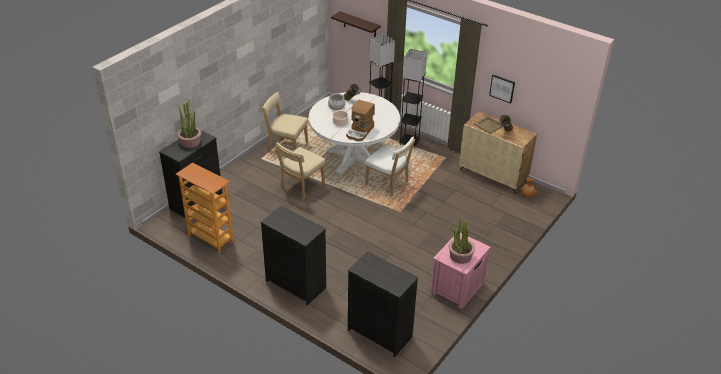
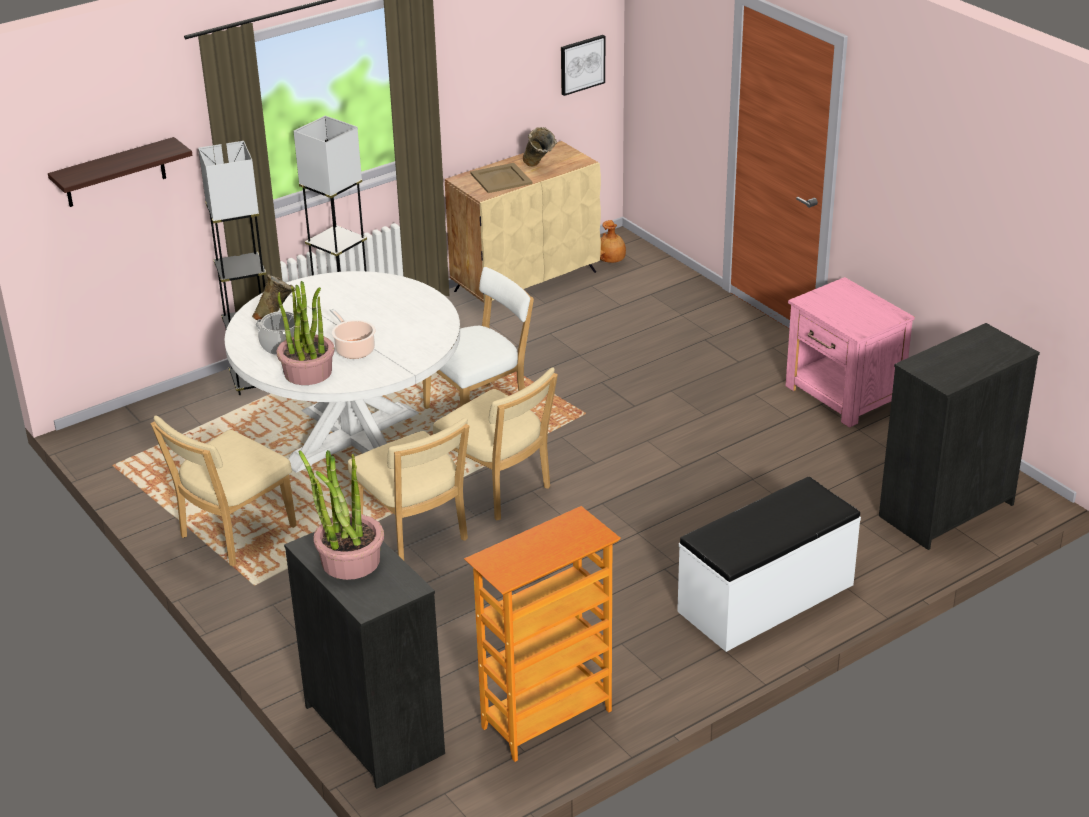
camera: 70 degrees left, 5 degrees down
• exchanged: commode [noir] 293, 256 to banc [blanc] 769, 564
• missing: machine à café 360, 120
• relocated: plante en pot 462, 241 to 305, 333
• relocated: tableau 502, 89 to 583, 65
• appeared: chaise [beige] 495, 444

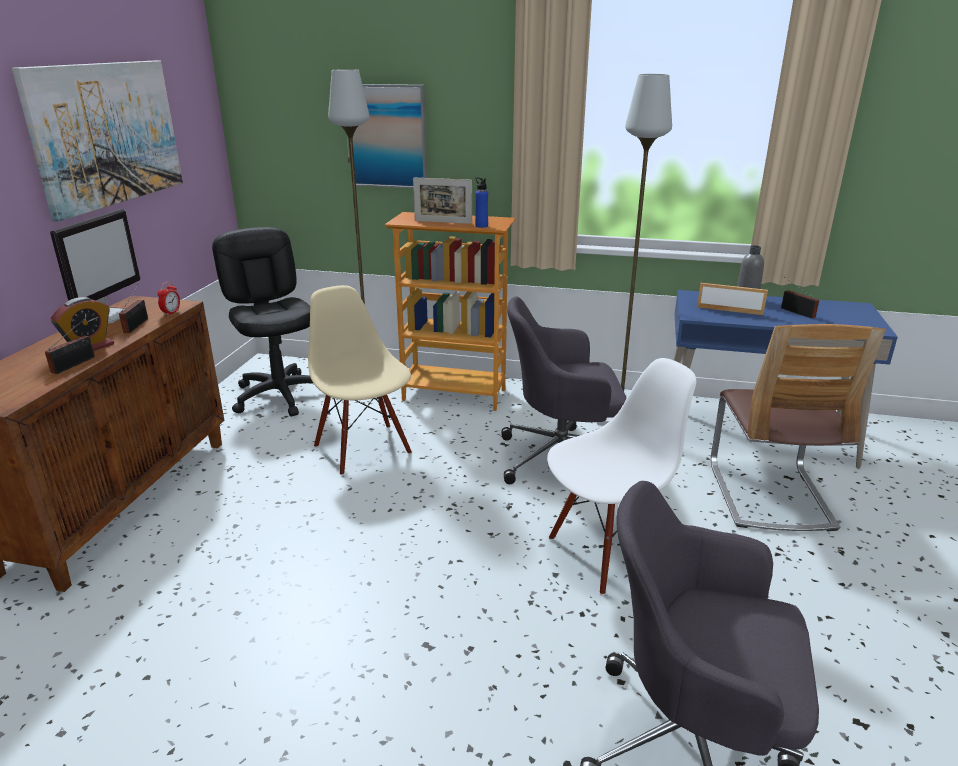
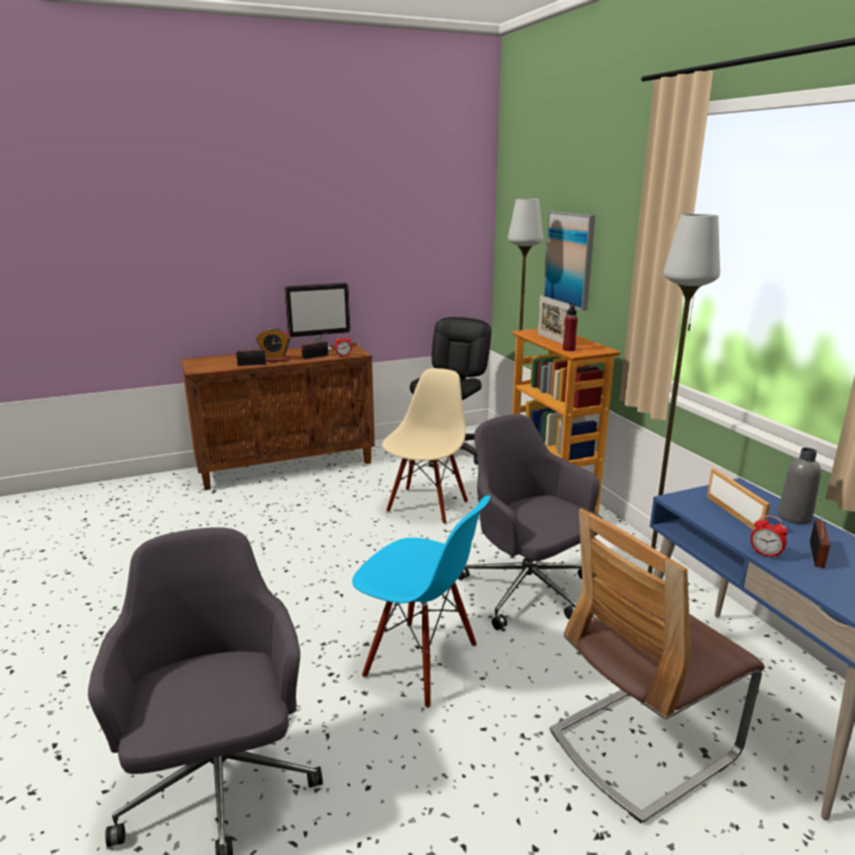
camera: 55 degrees right, 5 degrees down
• missing: tableau 97, 141
• colour: bouteille [bleu] 481, 202 to bouteille [rouge] 570, 327
• colour: chaise [blanc] 621, 476 to chaise [bleu] 421, 601
• appeared: réveil 769, 537

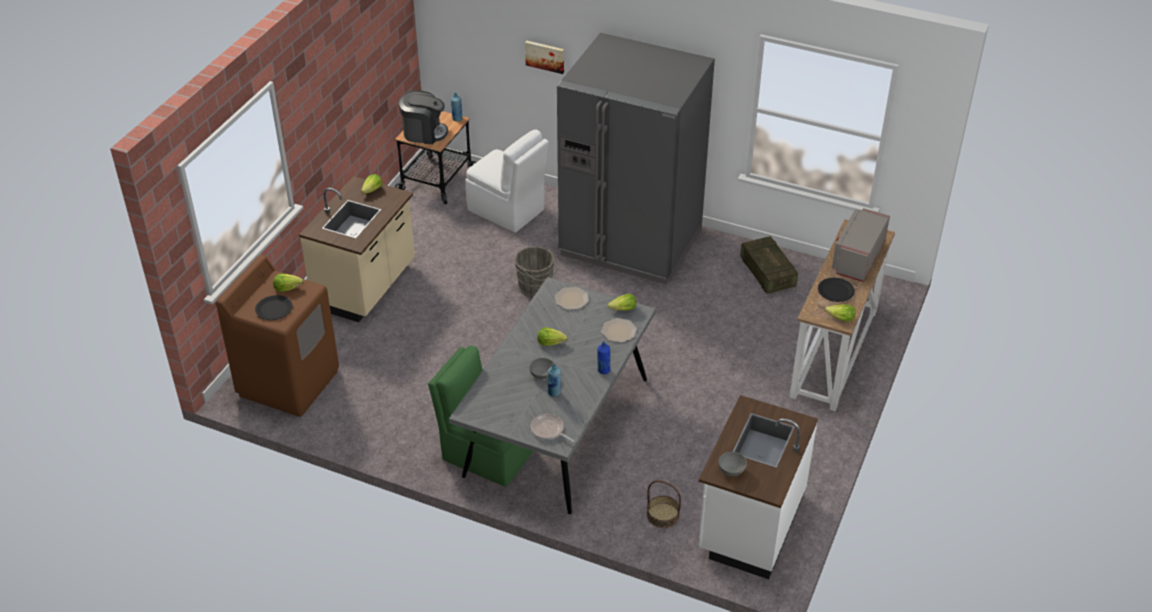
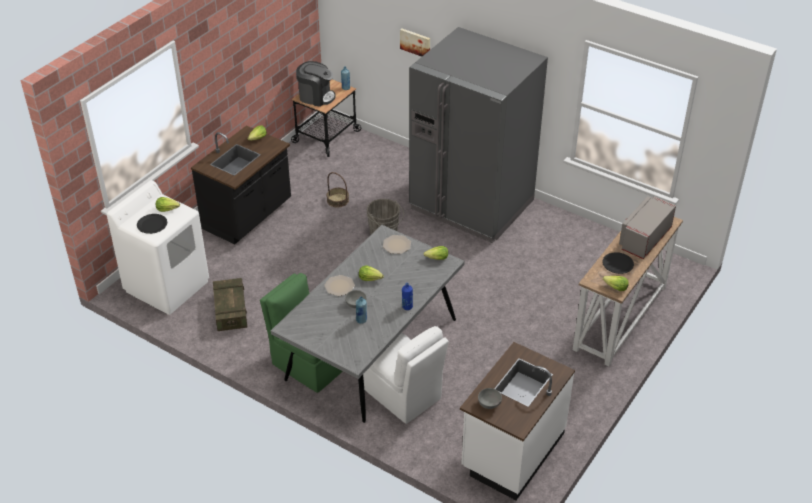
camera: 10 degrees right, 0 degrees up
• colour: lave-linge [marron] 277, 336 to lave-linge [blanc] 158, 247
• colour: comptoir de cuisine [beige] 357, 249 to comptoir de cuisine [noir] 241, 185
• relocated: chaise [blanc] 507, 181 to 406, 375
• missing: poêle 552, 428
• relocated: assiette 619, 330 to 339, 285
• relocated: panier 664, 504 to 338, 190
• relocated: caisse 769, 265 to 230, 304

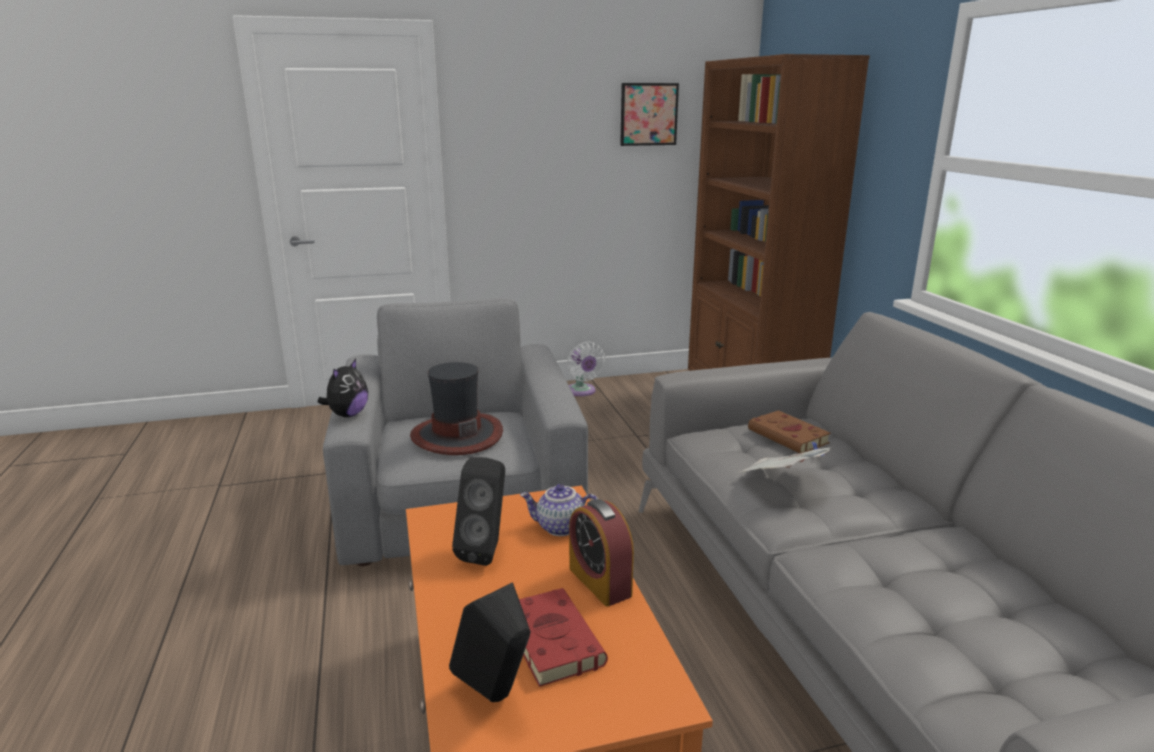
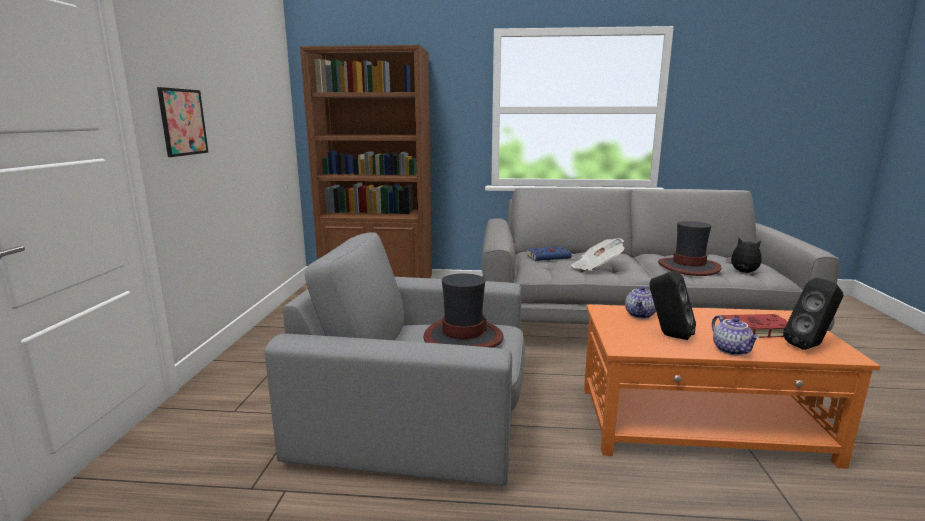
camera: 70 degrees left, 5 degrees down
• relocated: peluche 342, 388 to 744, 255
• missing: ventilateur [blanc] 586, 369
• missing: réveil 601, 553
• relocated: tableau 649, 114 to 183, 122
• colour: livre [marron] 789, 433 to livre [bleu] 549, 254
• appeared: chapeau 689, 248
• appeared: théière 735, 335

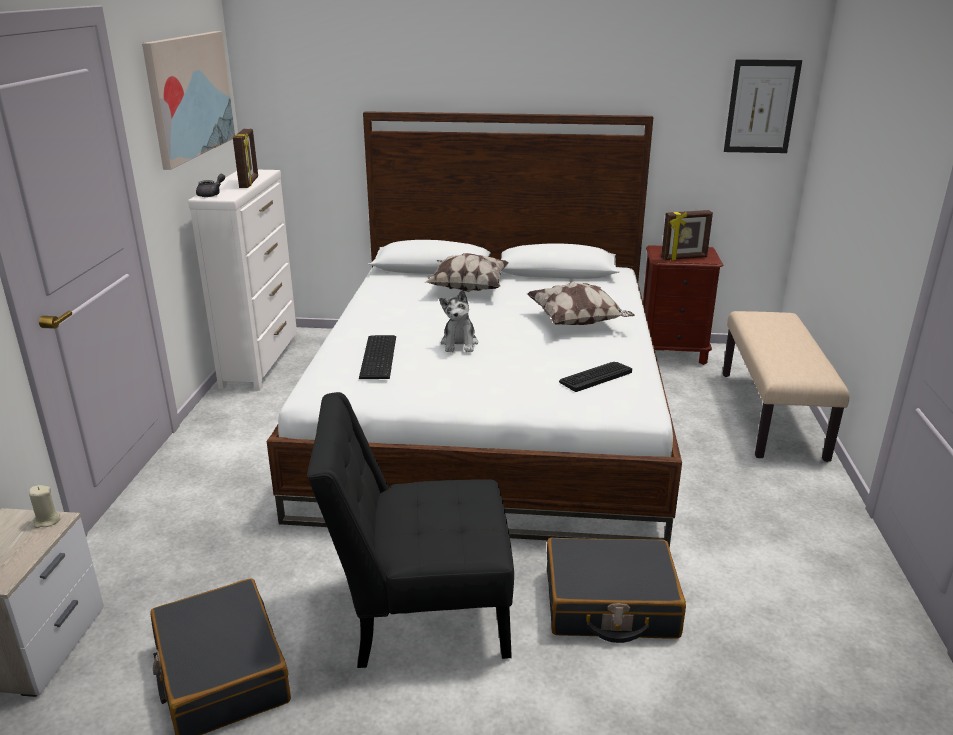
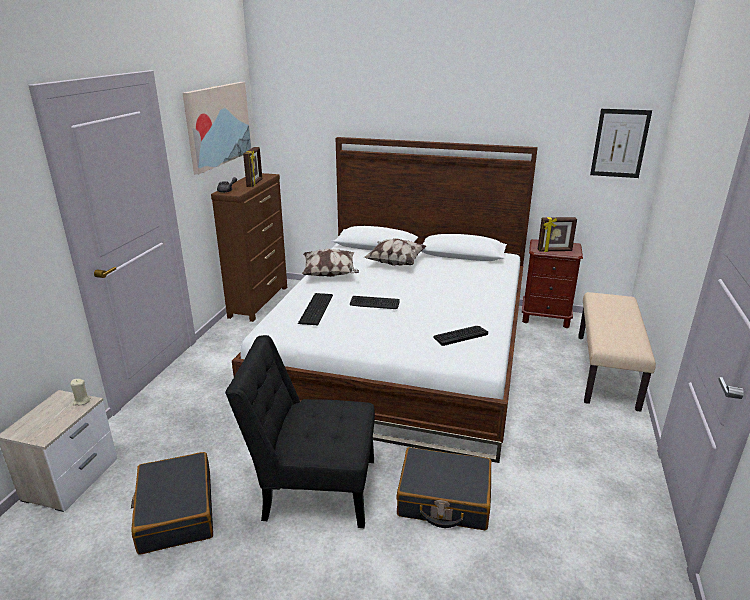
camera: 10 degrees right, 0 degrees up
• colour: commode [blanc] 243, 280 to commode [marron] 249, 247
• exchanged: peluche 458, 321 to clavier 375, 302
• relocated: coussin 581, 303 to 330, 262

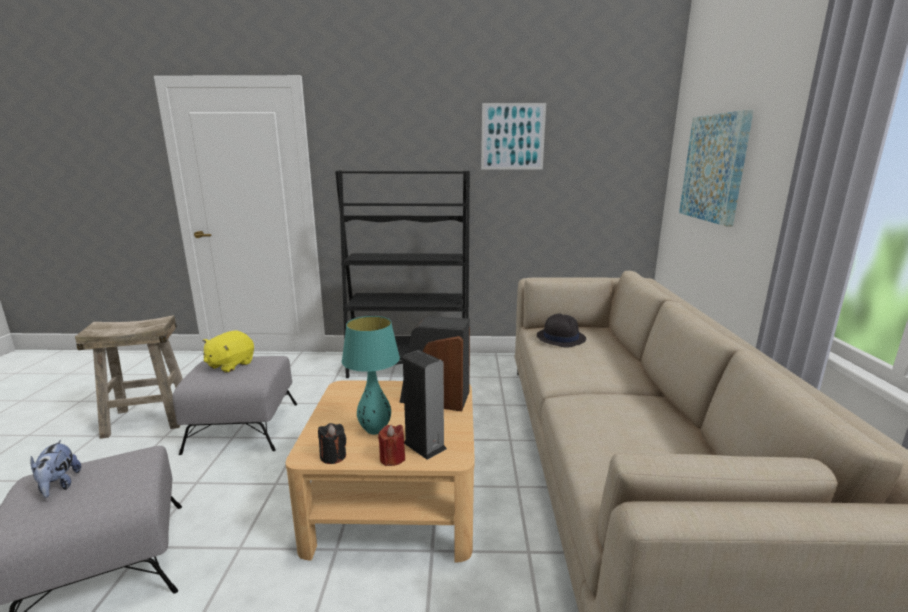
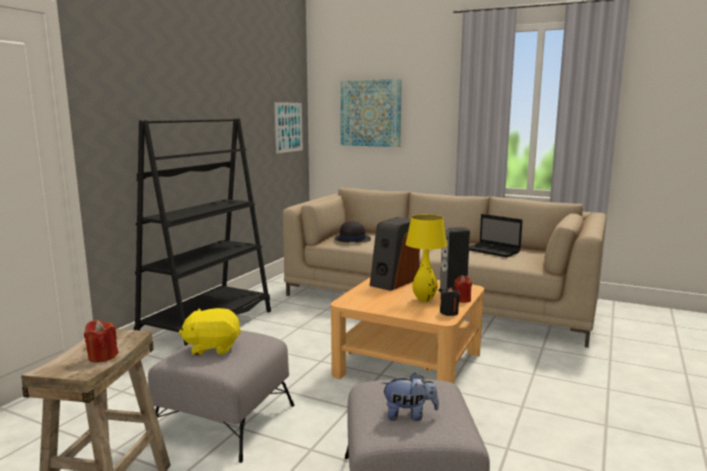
camera: 65 degrees left, 5 degrees down
• spun: peluche [jaune] 228, 352 = 210, 331 120 degrees clockwise
• colour: lampe de table [turquoise] 371, 375 to lampe de table [jaune] 426, 258
• relocated: tableau 513, 136 to 289, 128
• appeared: bougie [rouge] 101, 341
• appeared: ordinateur portable 496, 235

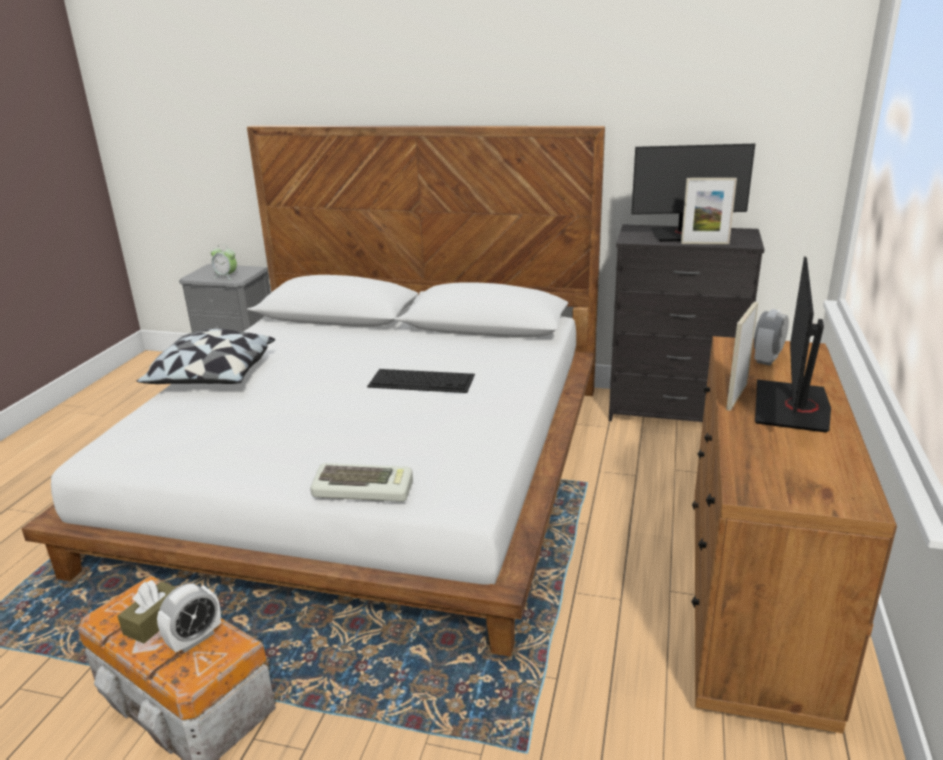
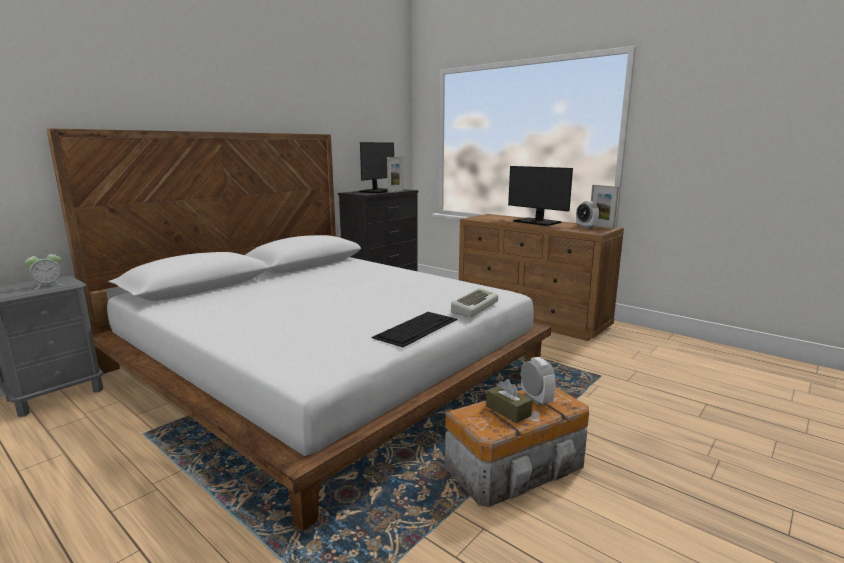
camera: 65 degrees left, 10 degrees down
• missing: coussin 206, 356
• relocated: clavier 421, 381 to 414, 329
• relocated: cadre photo 742, 356 to 605, 207
• relocated: réveil 771, 337 to 587, 214

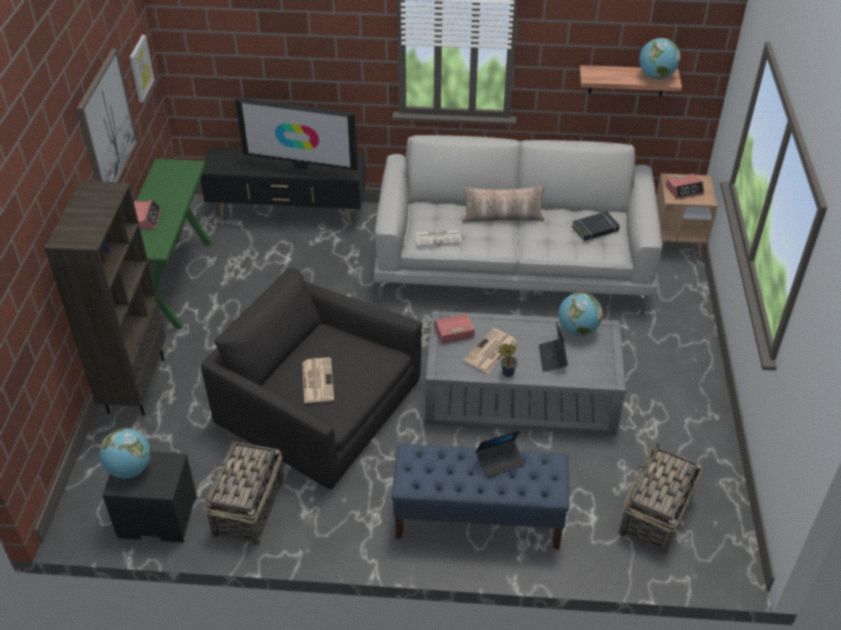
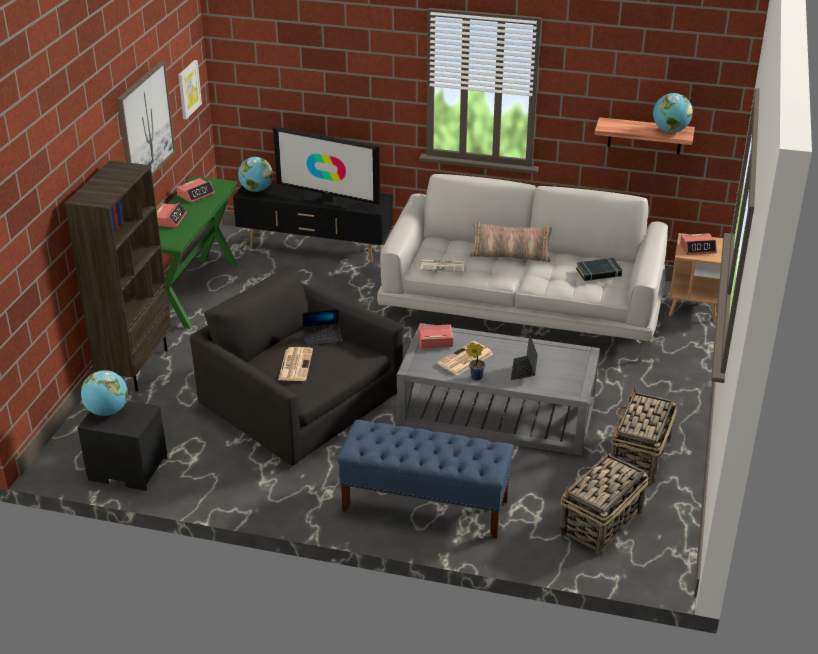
camera: 10 degrees right, 10 degrees down
• relocated: panier 244, 492 to 644, 435
• relocated: ordinateur portable 500, 454 to 322, 327
• relocated: globe 580, 314 to 255, 174
• appeared: réveil 195, 190

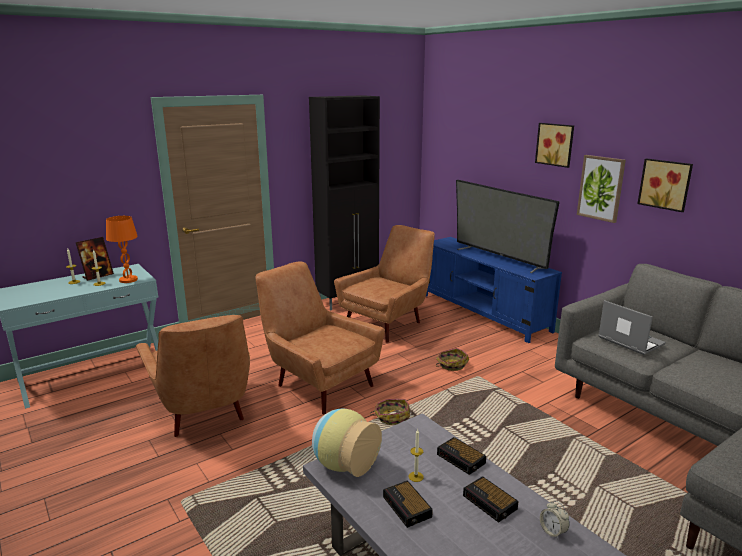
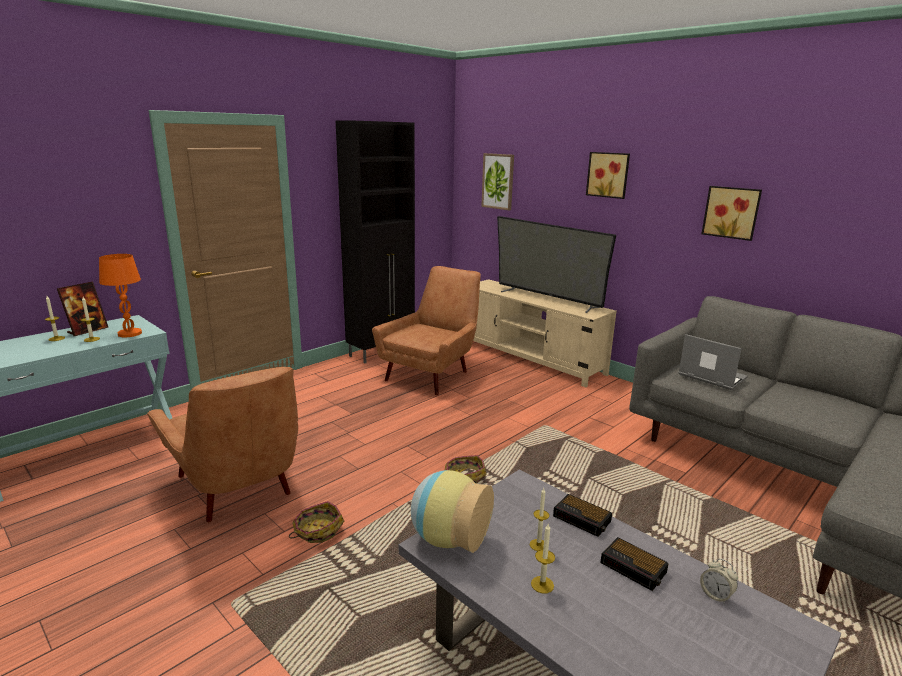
camera: 10 degrees left, 0 degrees up
• missing: fauteuil [marron] 320, 337
• exchanged: réveil 408, 504 to bougie 543, 558
• colour: meuble télé [bleu] 494, 290 to meuble télé [beige] 545, 333
• relocated: panier 452, 359 to 316, 522
• relocated: tableau 601, 189 to 497, 181

